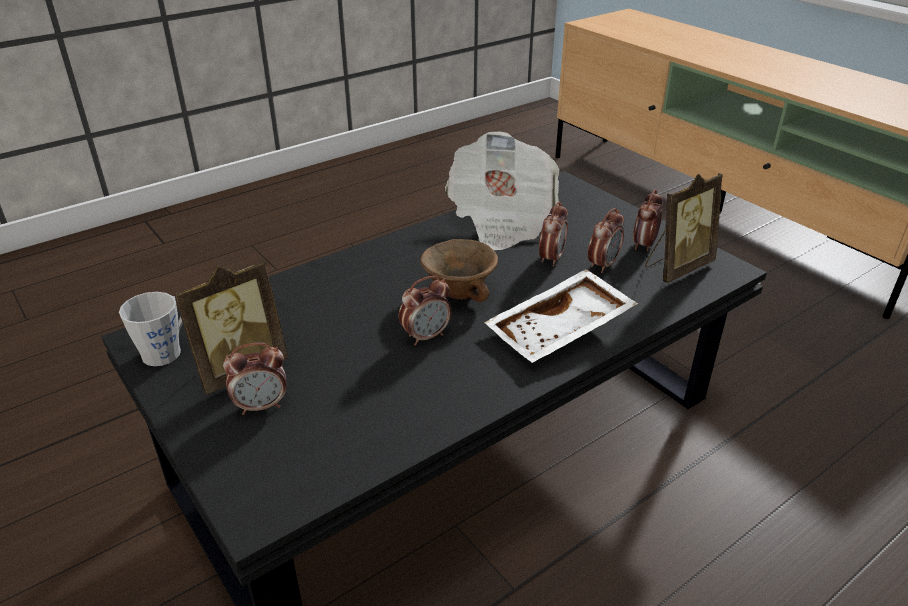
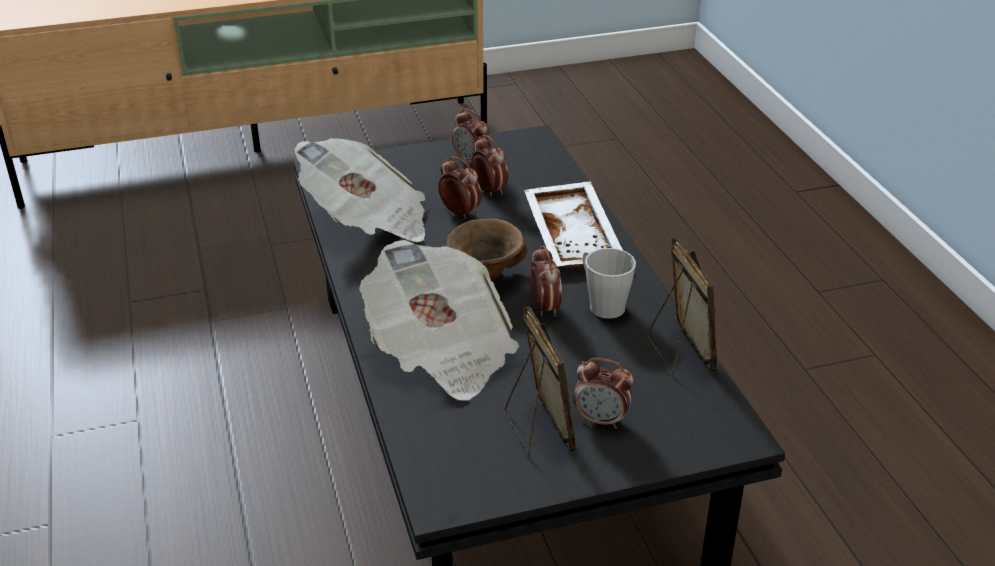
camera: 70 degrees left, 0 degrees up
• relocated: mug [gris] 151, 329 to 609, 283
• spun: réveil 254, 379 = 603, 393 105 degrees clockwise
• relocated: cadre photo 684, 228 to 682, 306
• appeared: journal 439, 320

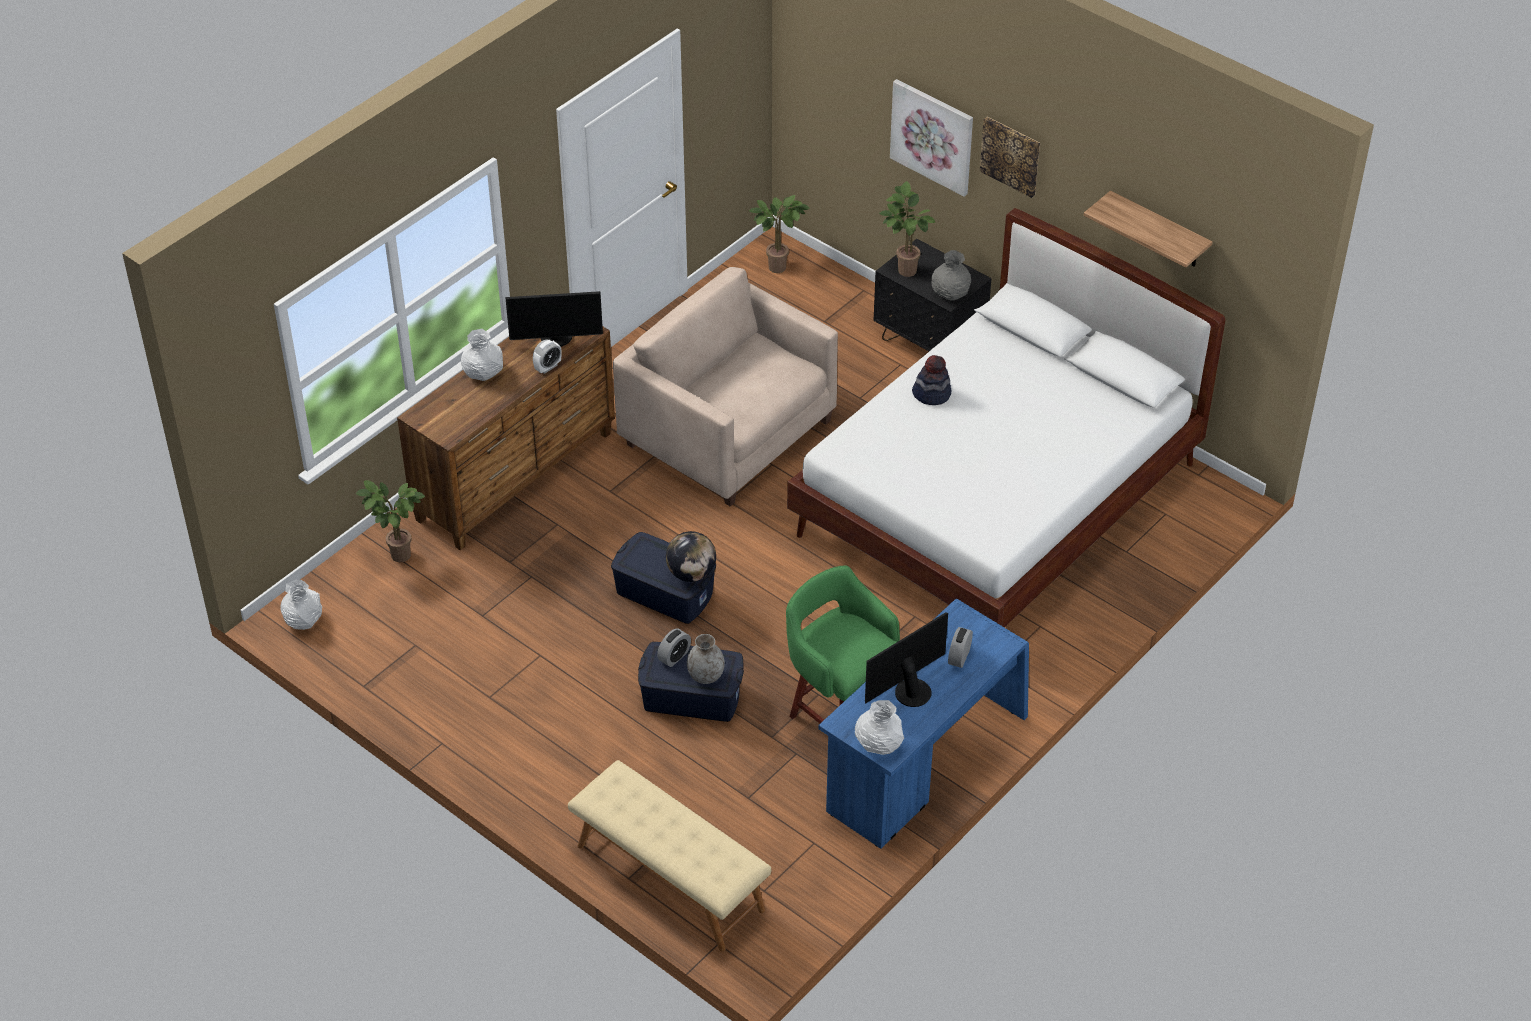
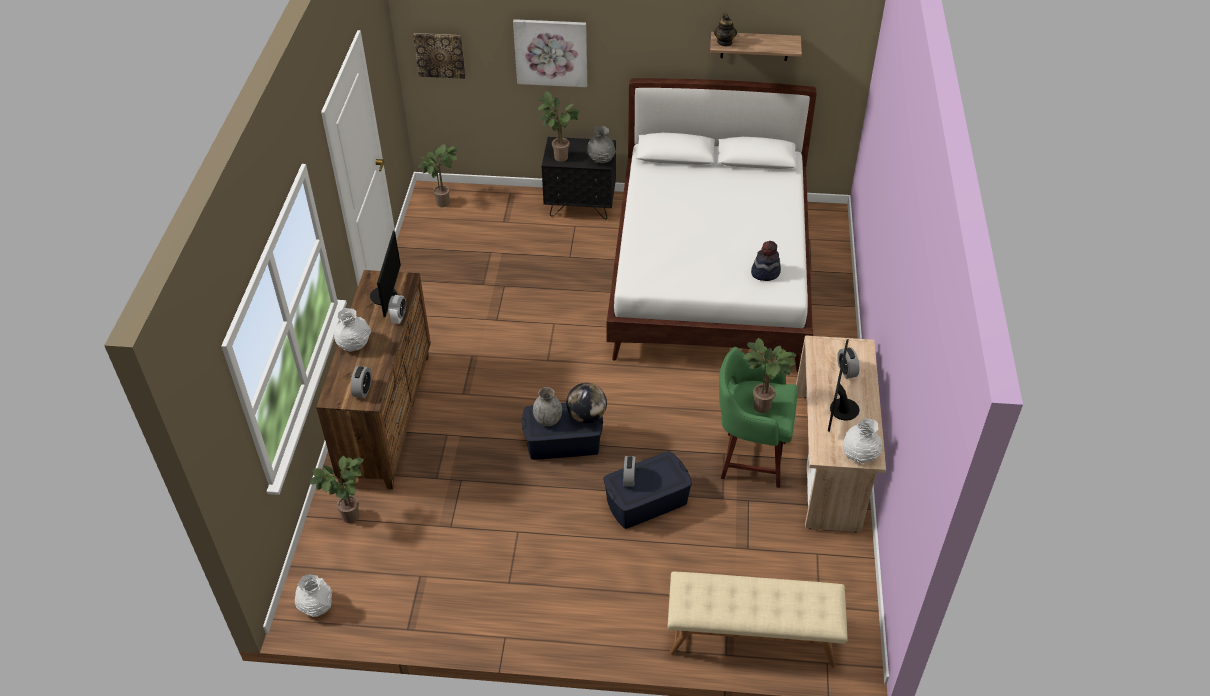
camera: 35 degrees left, 0 degrees up
• spun: écran d'ordinateur 554, 319 = 385, 274 45 degrees counterclockwise
• missing: fauteuil [beige] 725, 386
• relocated: vase [gris] 706, 659 to 547, 406
• colour: bureau [bleu] 924, 724 to bureau [beige] 841, 433
• relocated: chapeau 931, 380 to 766, 261
• relocated: tableau 1010, 157 to 439, 56
• appeared: réveil 361, 382
• appeared: théière 725, 29
• appeared: plante en pot 770, 375

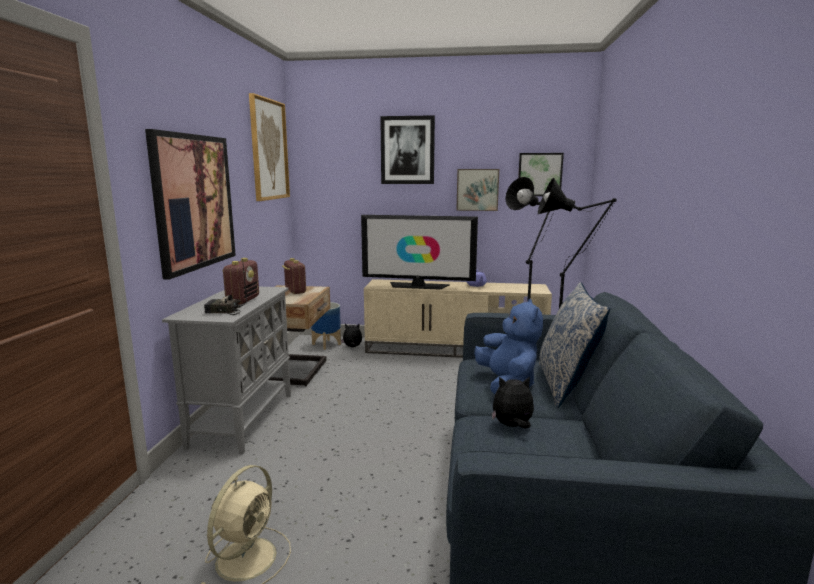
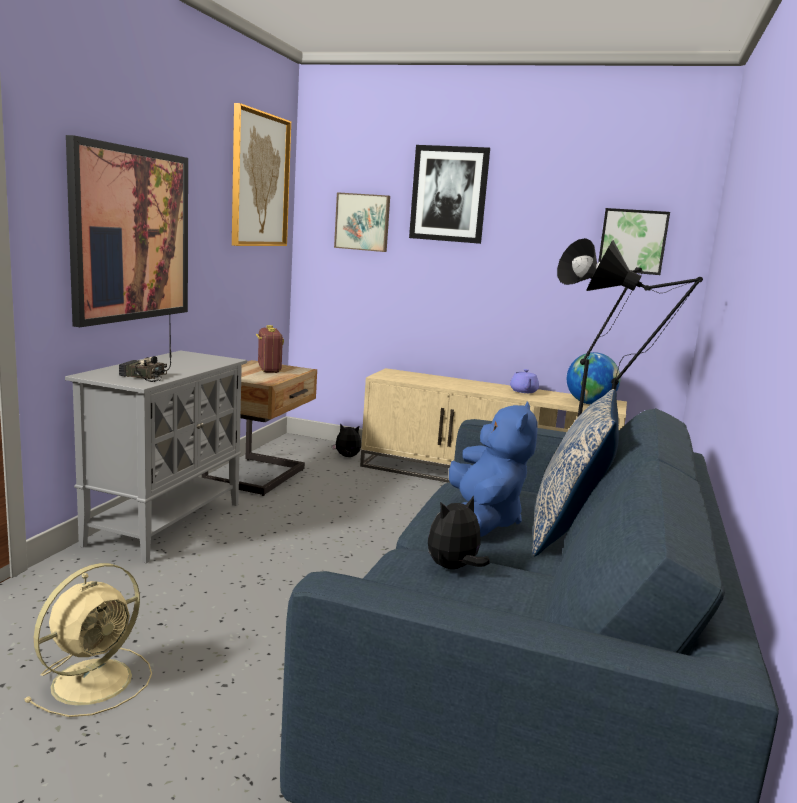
camera: 10 degrees right, 0 degrees up
• missing: radio 241, 281
• missing: cache-pot 326, 326
• missing: téléviseur 419, 252
• relocated: tableau 477, 190 to 362, 222
• spun: peluche 512, 402 = 459, 532 45 degrees counterclockwise
• appeared: globe 593, 378

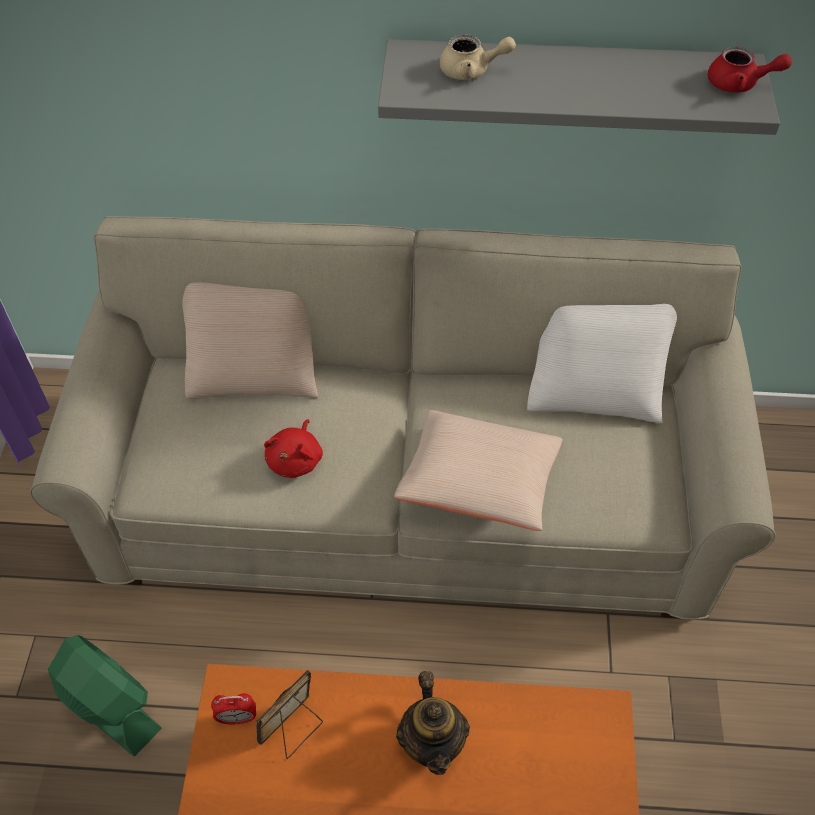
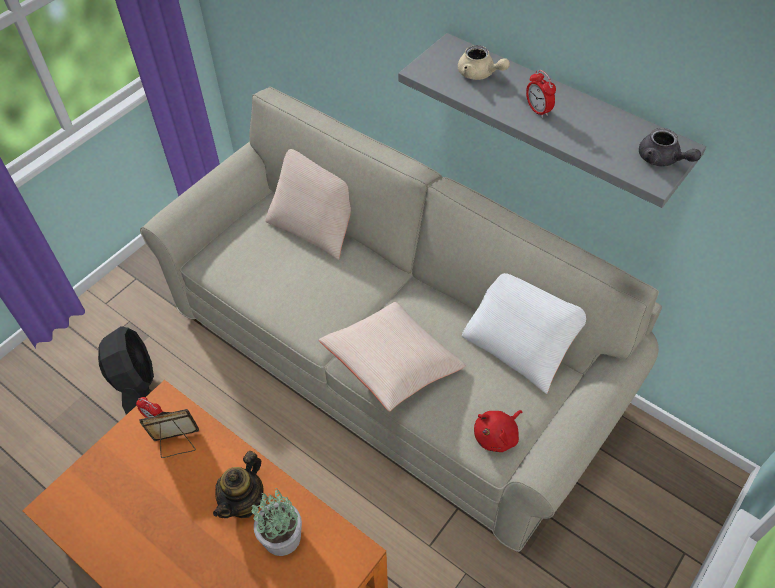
camera: 35 degrees right, 0 degrees up
• colour: ventilateur [vert] 105, 696 to ventilateur [noir] 126, 370
• relocated: peluche [rouge] 293, 449 to 498, 431
• colour: théière [rouge] 750, 69 to théière [gris] 670, 147
• appeared: plante en pot 277, 522
• appeared: réveil 541, 94

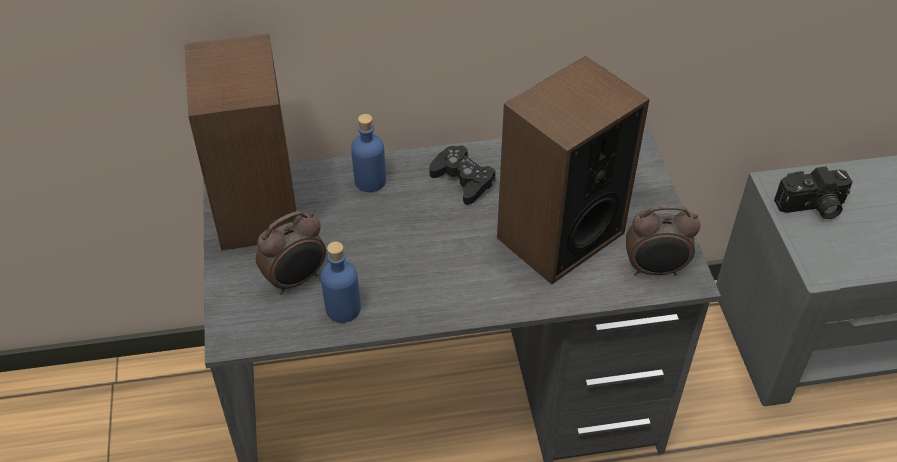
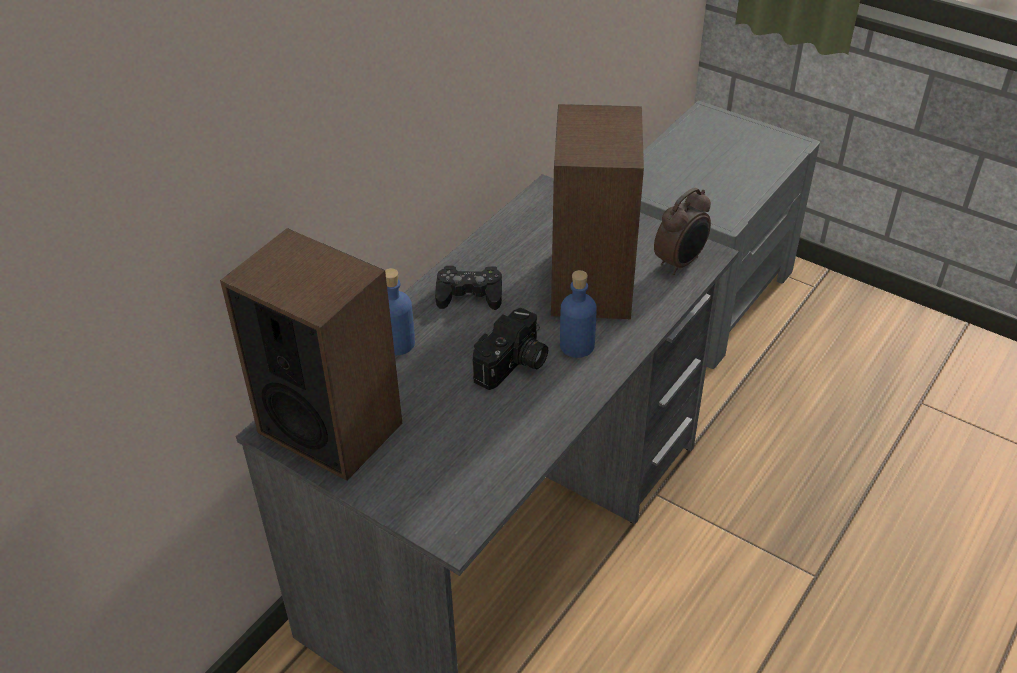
camera: 45 degrees left, 5 degrees down
• missing: réveil 291, 253
• relocated: bouteille [bleu] 341, 282 to 578, 314
• relocated: appareil photo 813, 192 to 510, 349

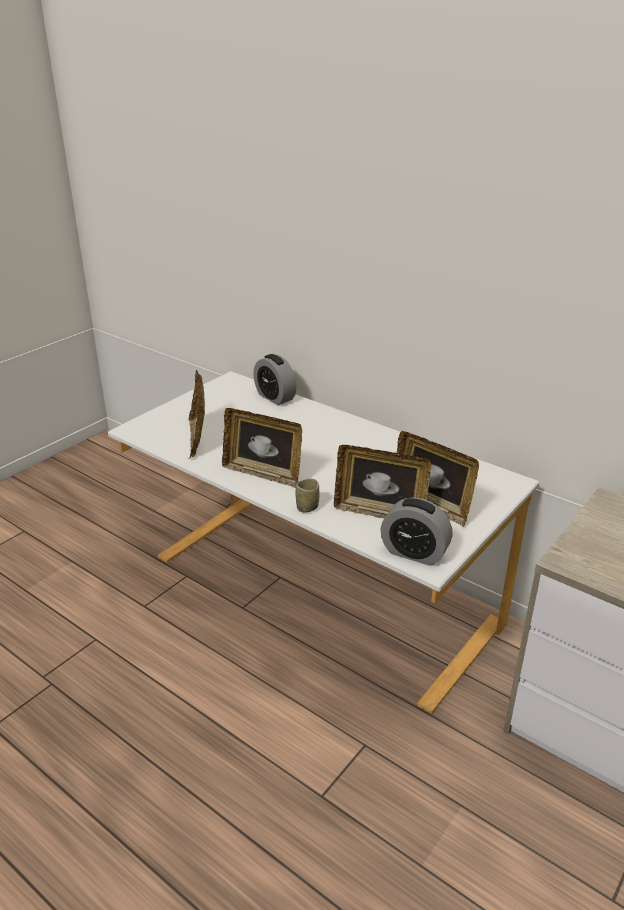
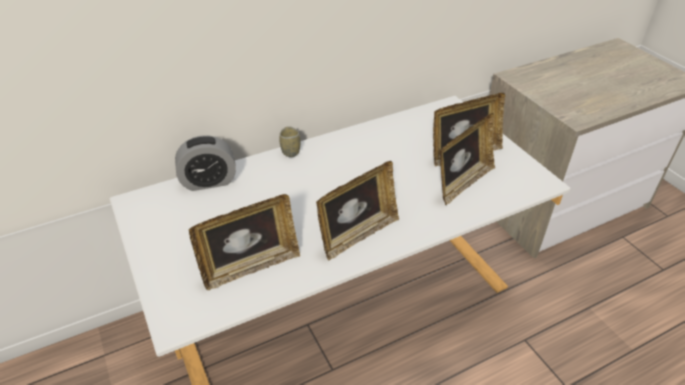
camera: 65 degrees left, 10 degrees up
• spun: cadre photo 197, 414 = 244, 242 45 degrees counterclockwise
• relocated: tasse 307, 496 to 290, 141
• missing: réveil 416, 531

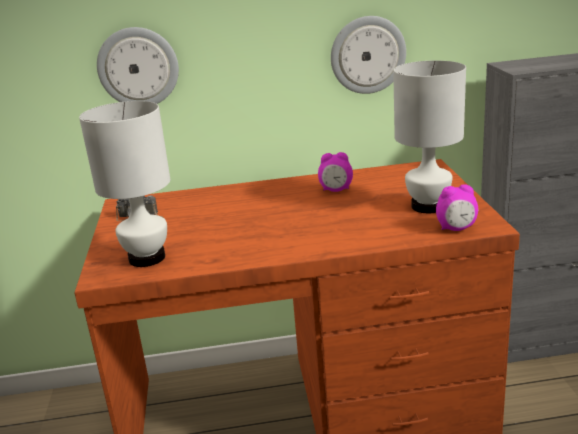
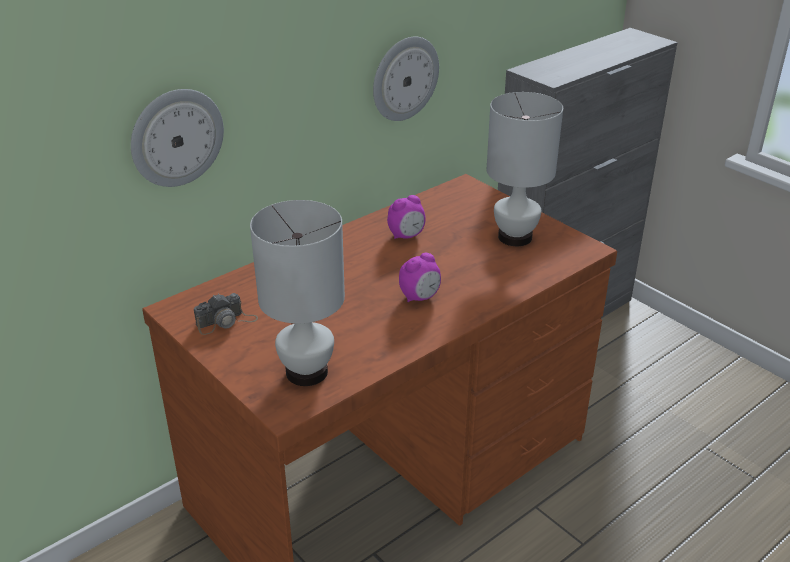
camera: 35 degrees left, 10 degrees up
• relocated: réveil 457, 207 to 420, 277

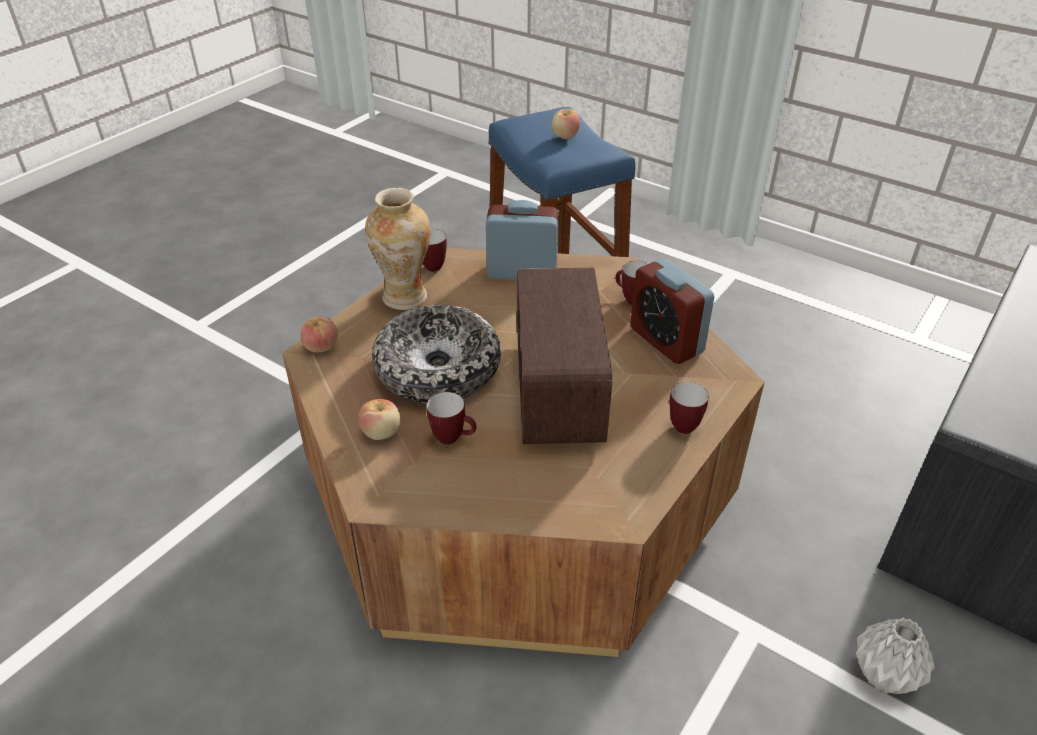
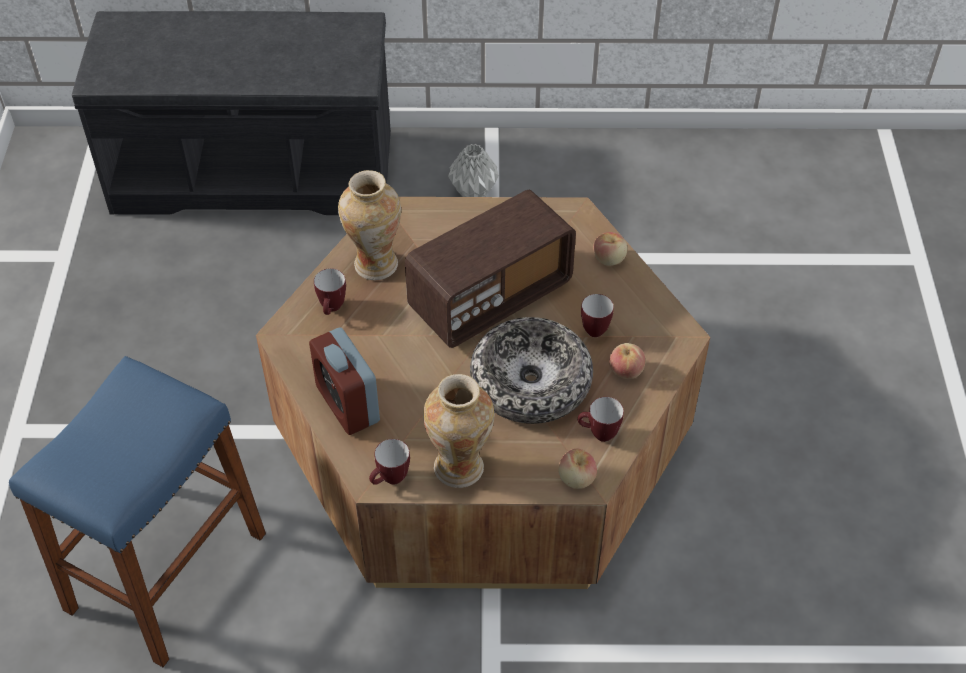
camera: 125 degrees left, 10 degrees up
• relocated: pomme 566, 124 to 610, 249
• exchanged: réveil 672, 311 to vase 369, 225
• relocated: mug 689, 408 to 601, 419

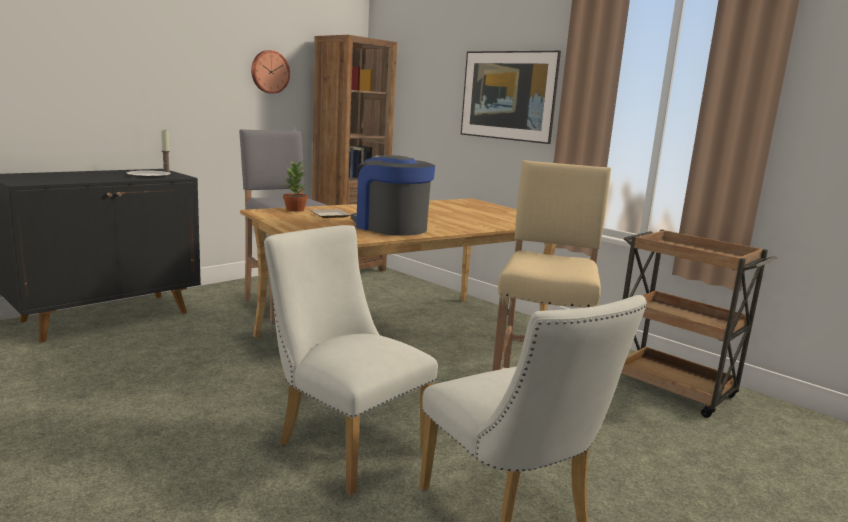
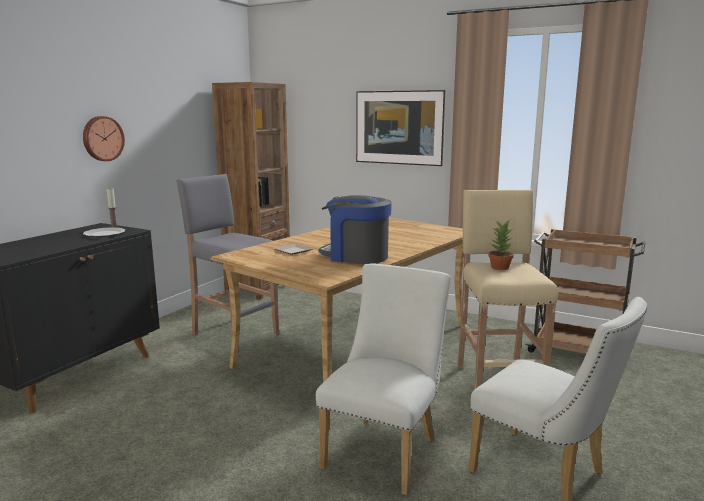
camera: 15 degrees left, 0 degrees up
• relocated: horloge murale 270, 72 to 104, 138
• spun: chaise [blanc] 351, 360 = 383, 379 90 degrees clockwise
• relocated: plante en pot 295, 186 to 501, 245

